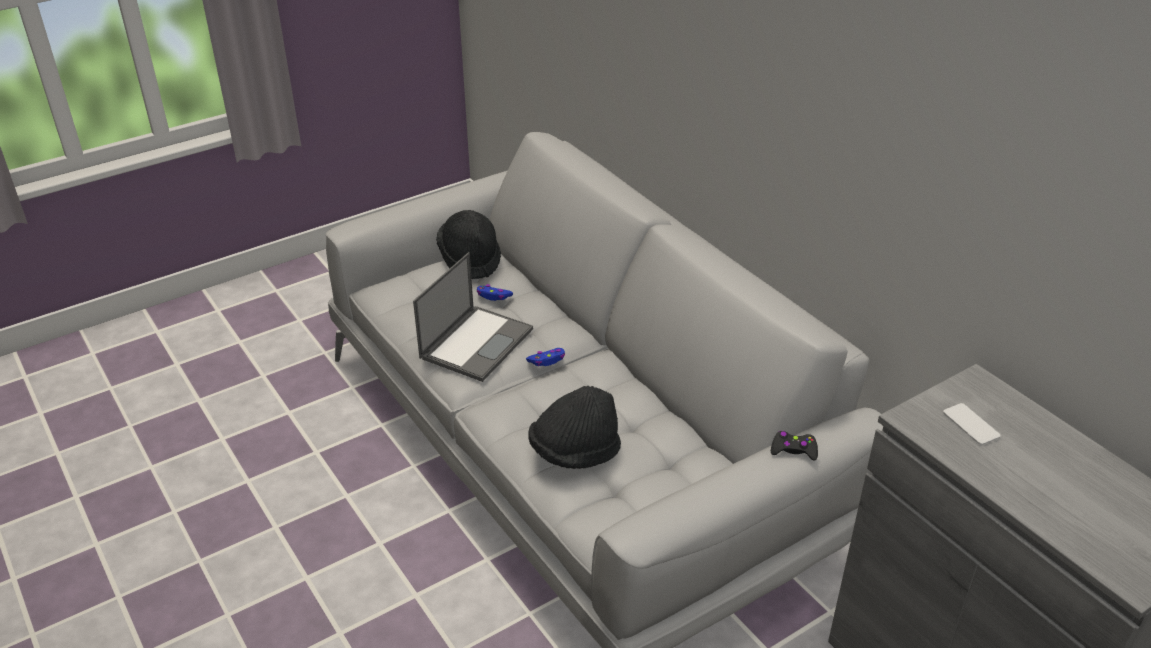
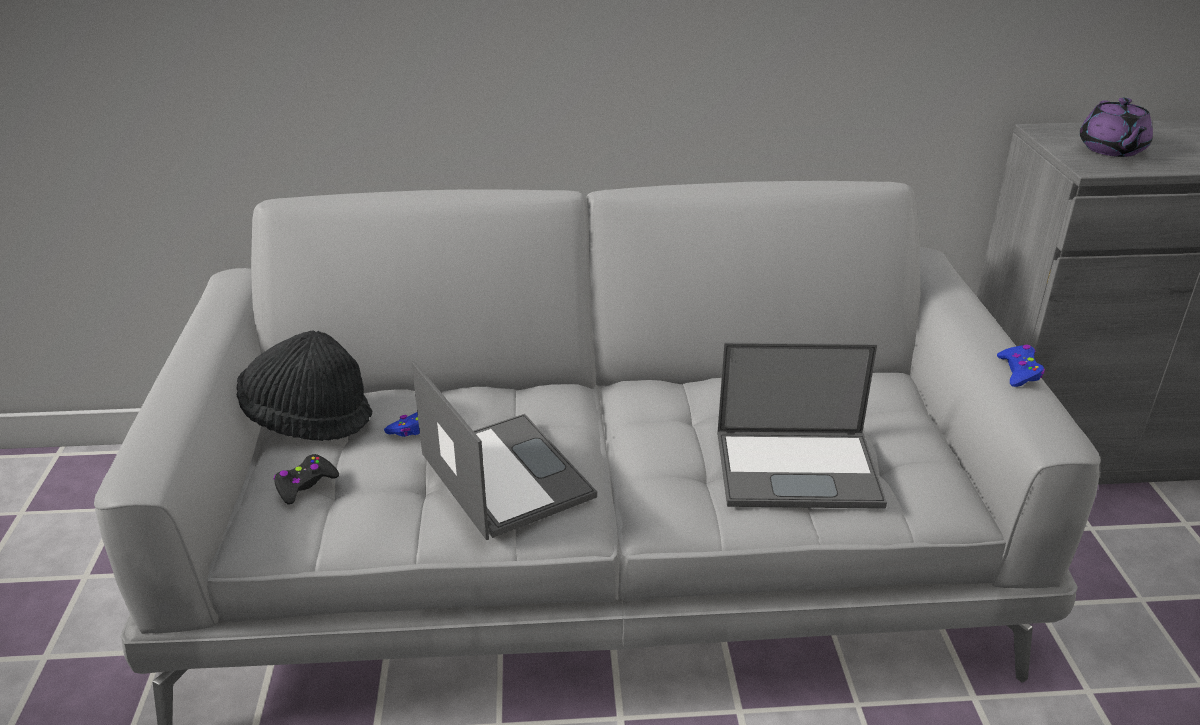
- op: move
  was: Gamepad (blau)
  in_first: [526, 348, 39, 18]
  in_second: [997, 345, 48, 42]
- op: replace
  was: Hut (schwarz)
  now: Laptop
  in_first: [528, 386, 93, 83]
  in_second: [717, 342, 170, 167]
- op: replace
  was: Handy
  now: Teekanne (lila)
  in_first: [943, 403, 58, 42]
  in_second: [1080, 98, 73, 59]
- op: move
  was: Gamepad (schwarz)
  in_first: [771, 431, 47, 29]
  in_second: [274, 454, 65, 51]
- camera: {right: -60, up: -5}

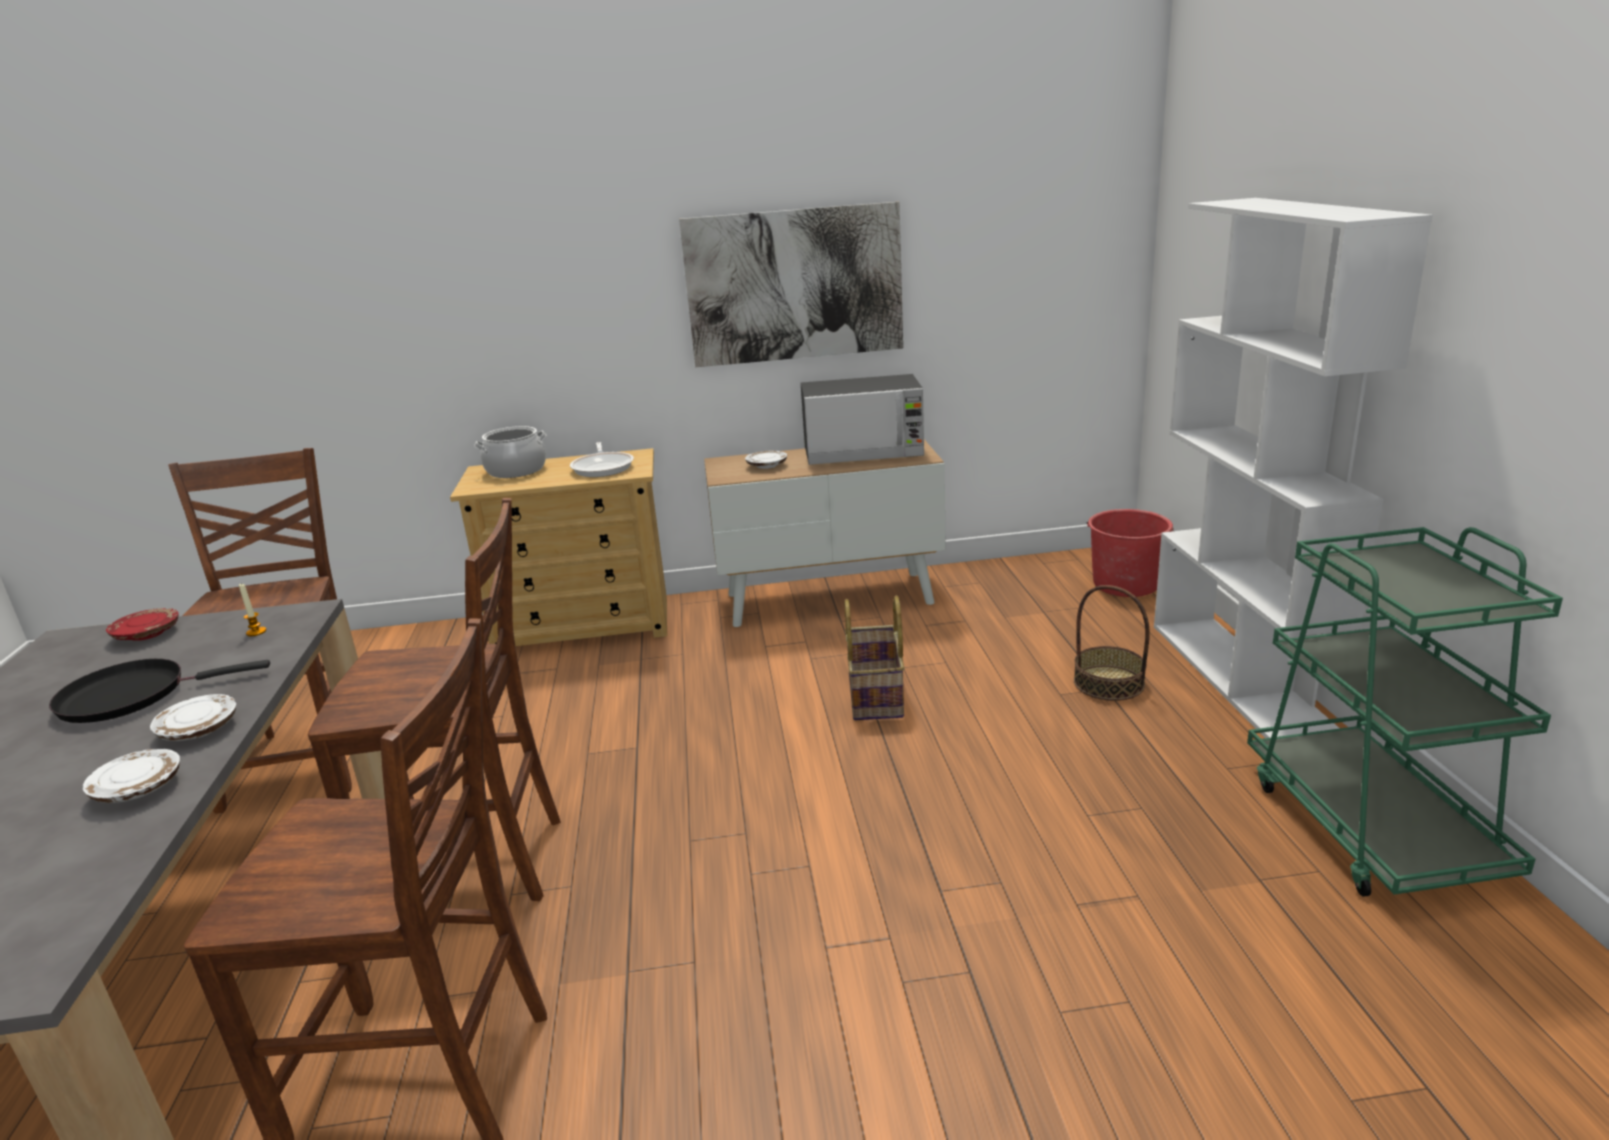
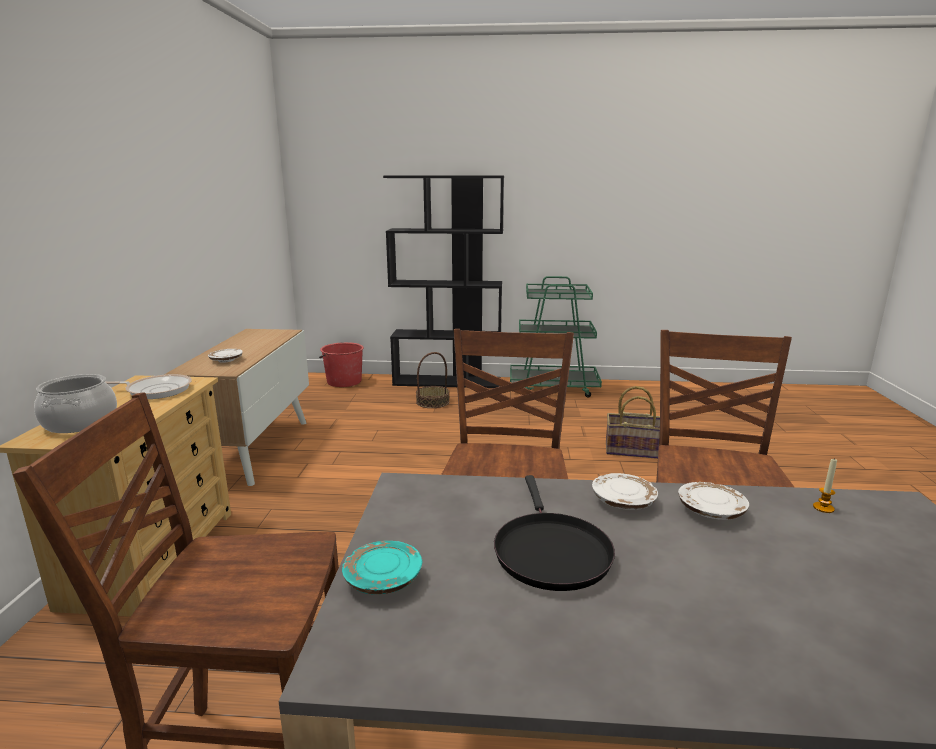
- op: recolor
  was: Bücherregal (weiß)
  now: Bücherregal (schwarz)
  in_first: [1154, 198, 279, 540]
  in_second: [383, 176, 121, 212]
- op: delete
  was: Bild
  in_first: [679, 202, 224, 165]
- op: delete
  was: Mikrowelle
  in_first: [801, 374, 123, 91]
- op: move
  was: Kerze
  in_first: [239, 584, 27, 52]
  in_second: [813, 458, 24, 55]
- op: move
  was: Korb
  in_first: [844, 596, 60, 124]
  in_second: [606, 386, 54, 73]
- op: recolor
  was: Teller (rot)
  now: Teller (türkis)
  in_first: [106, 608, 73, 33]
  in_second: [342, 541, 80, 54]
- camera: {right: -80, up: -5}

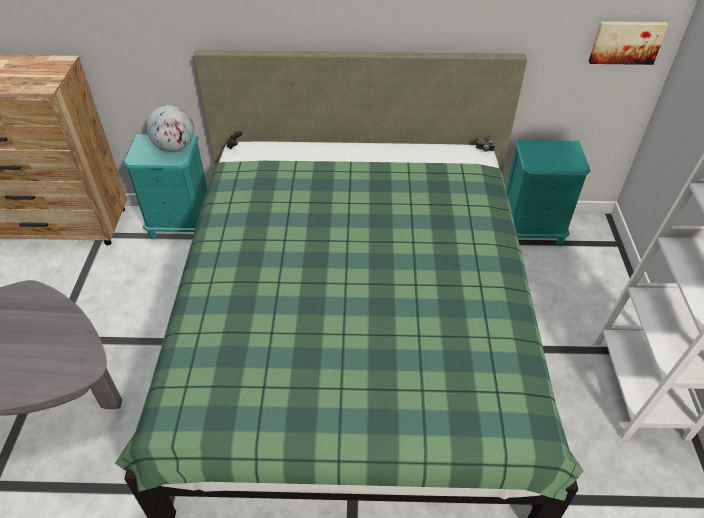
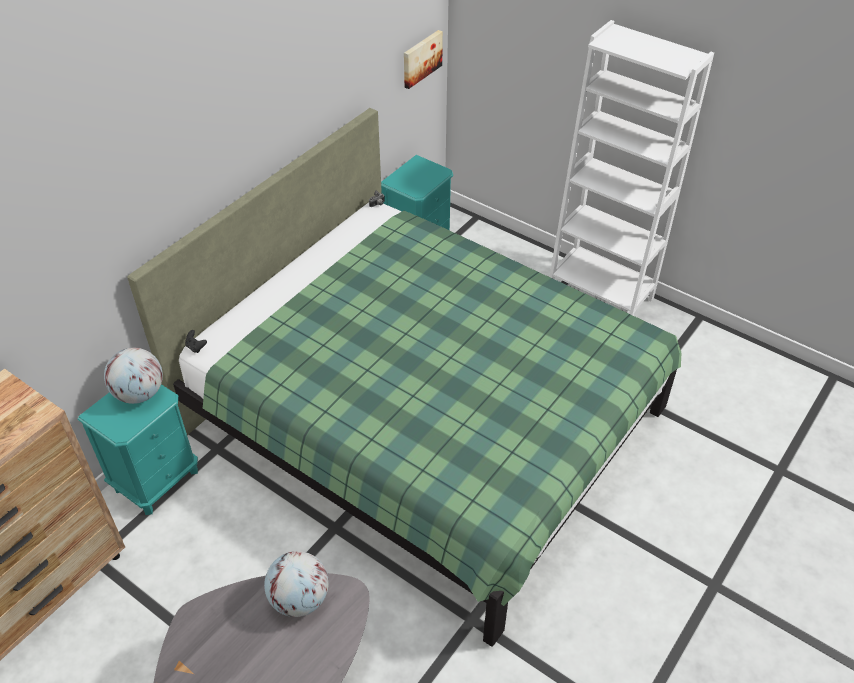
- op: insert
  now: Globus
  in_second: [264, 551, 65, 66]
- camera: {right: -55, up: 0}

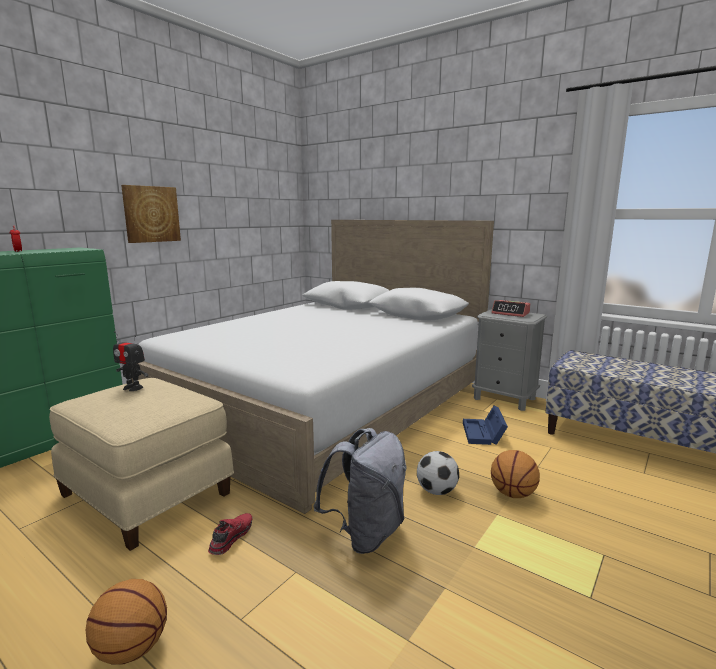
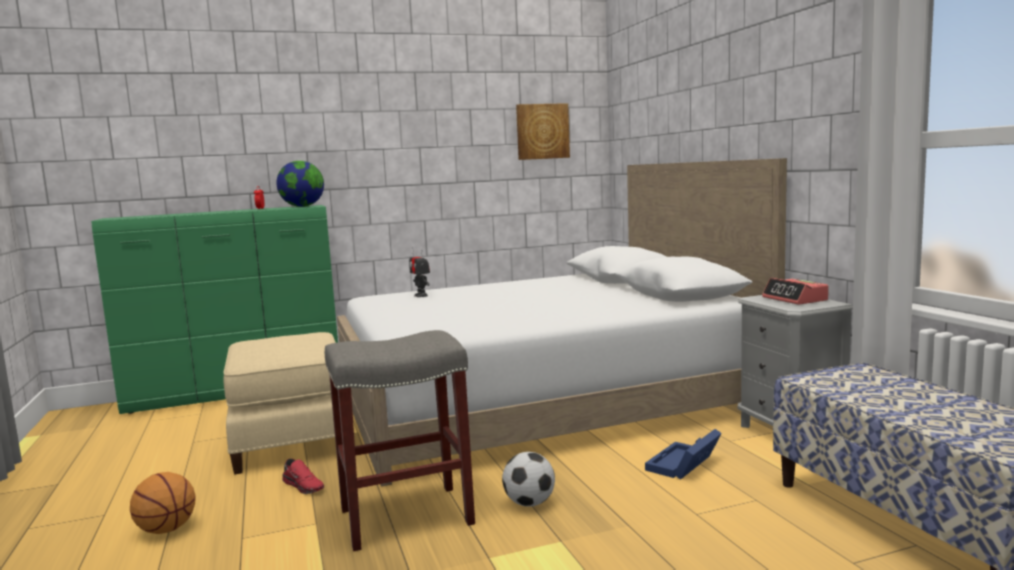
- op: move
  was: Bild
  in_first: [121, 185, 60, 58]
  in_second: [516, 103, 54, 57]
- op: move
  was: Spielzeugroboter
  in_first: [113, 331, 36, 60]
  in_second: [409, 248, 21, 49]
- op: replace
  was: Rucksack (grau)
  now: Hocker (grau)
  in_first: [313, 428, 93, 126]
  in_second: [325, 330, 150, 221]
- op: delete
  was: Basketball
  in_first: [491, 450, 49, 48]
- op: rotate
  was: Schuh (rot)
  in_first: [208, 513, 45, 42]
  in_second: [282, 459, 42, 35]
  clockwise: 75
- op: insert
  now: Globus
  in_second: [276, 161, 48, 46]
- camera: {right: 35, up: -5}

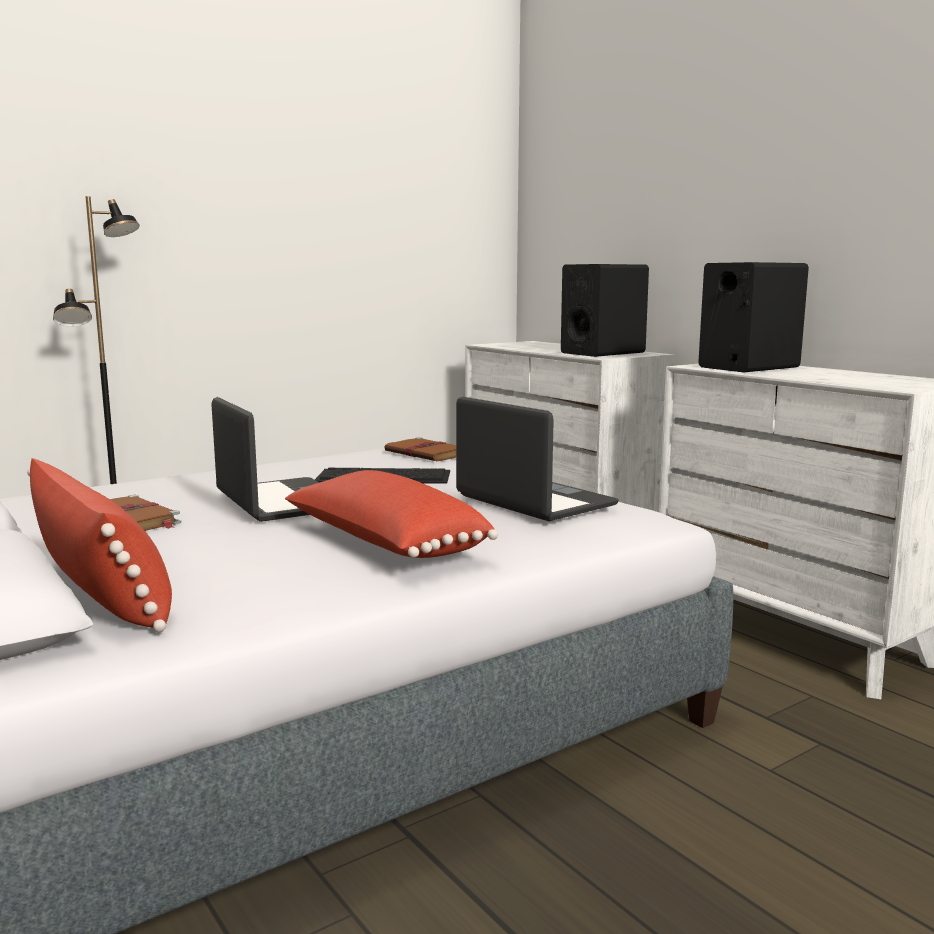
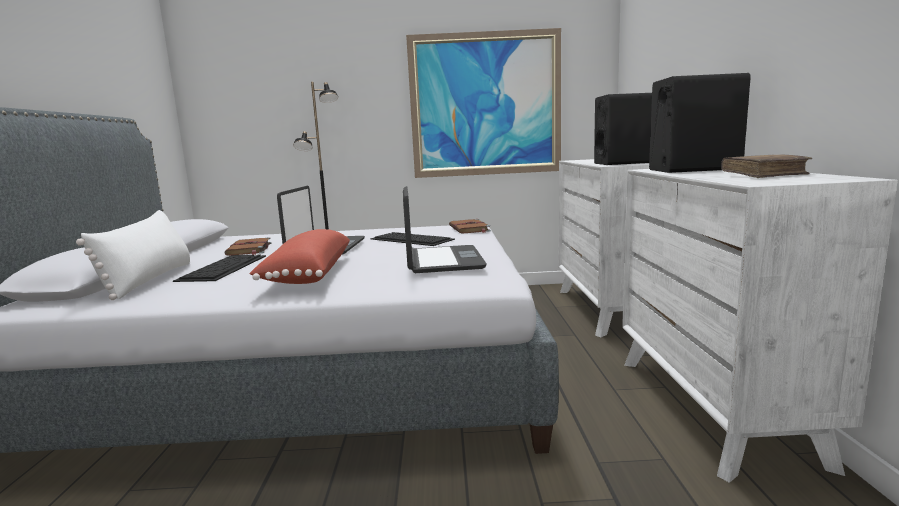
- op: recolor
  was: Kissen (rot)
  now: Kissen (weiß)
  in_first: [27, 458, 145, 175]
  in_second: [76, 210, 114, 90]
- op: insert
  now: Bild
  in_second: [406, 28, 155, 150]
- op: insert
  now: Buch (braun)
  in_second: [721, 154, 91, 24]
- op: insert
  now: Tastatur
  in_second: [173, 255, 93, 27]
- camera: {right: 35, up: 0}

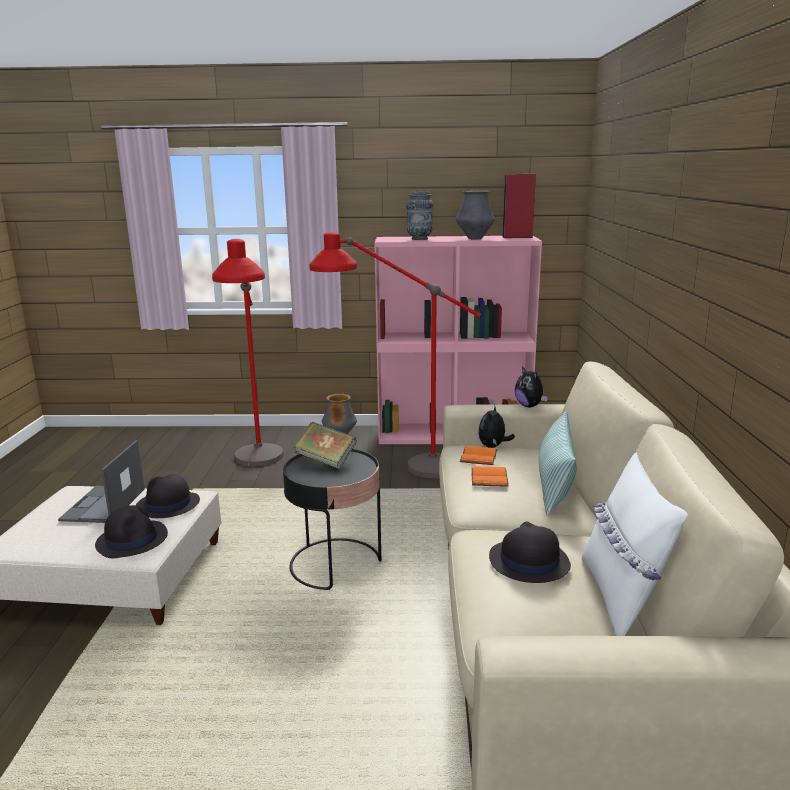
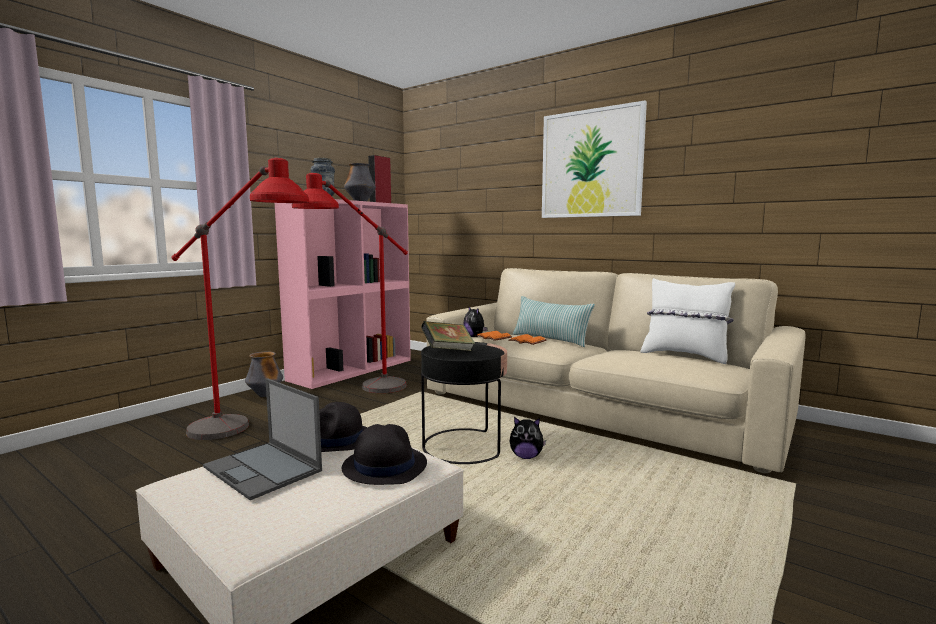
- op: move
  was: Plüschtier
  in_first: [515, 366, 33, 41]
  in_second: [510, 417, 36, 42]
- op: delete
  was: Hut (schwarz)
  in_first: [489, 521, 82, 62]
- op: insert
  now: Bild
  in_second: [542, 100, 105, 118]
- camera: {right: -55, up: -10}

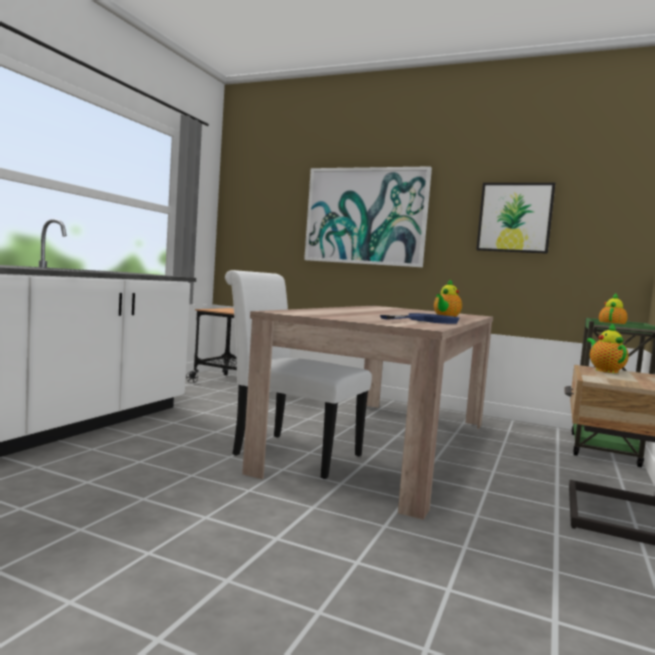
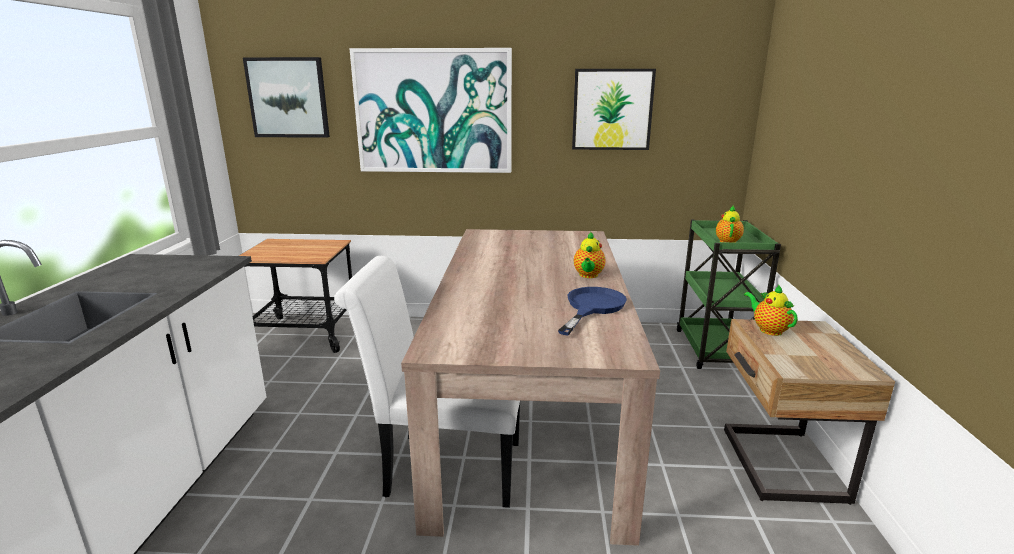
- op: insert
  now: Bild
  in_second: [243, 57, 87, 81]
- camera: {right: -20, up: 15}

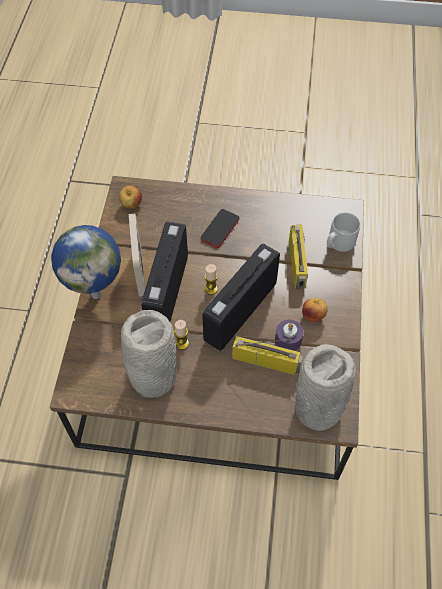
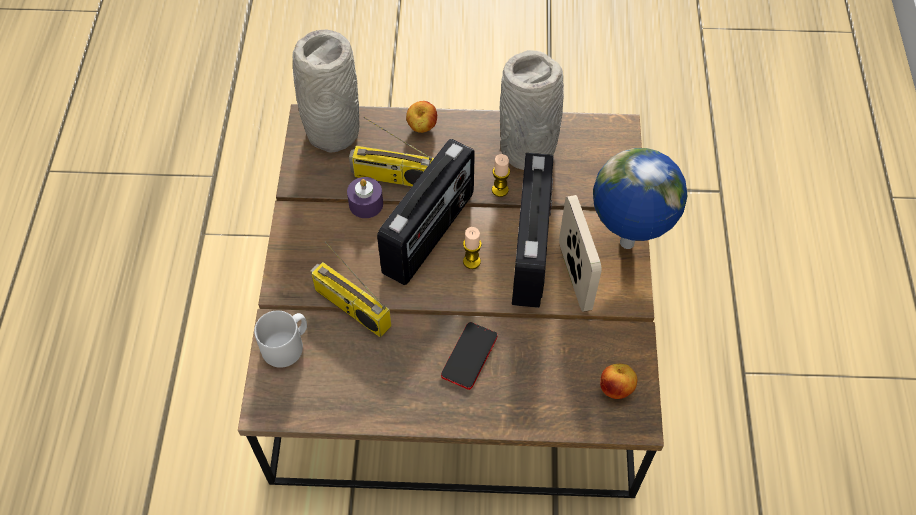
- op: rotate
  was: Radio
  in_first: [289, 225, 19, 64]
  in_second: [310, 242, 81, 96]
  clockwise: -45
- op: move
  was: Apfel
  in_first: [302, 298, 26, 24]
  in_second: [406, 101, 31, 32]
- camera: {right: 175, up: 0}

